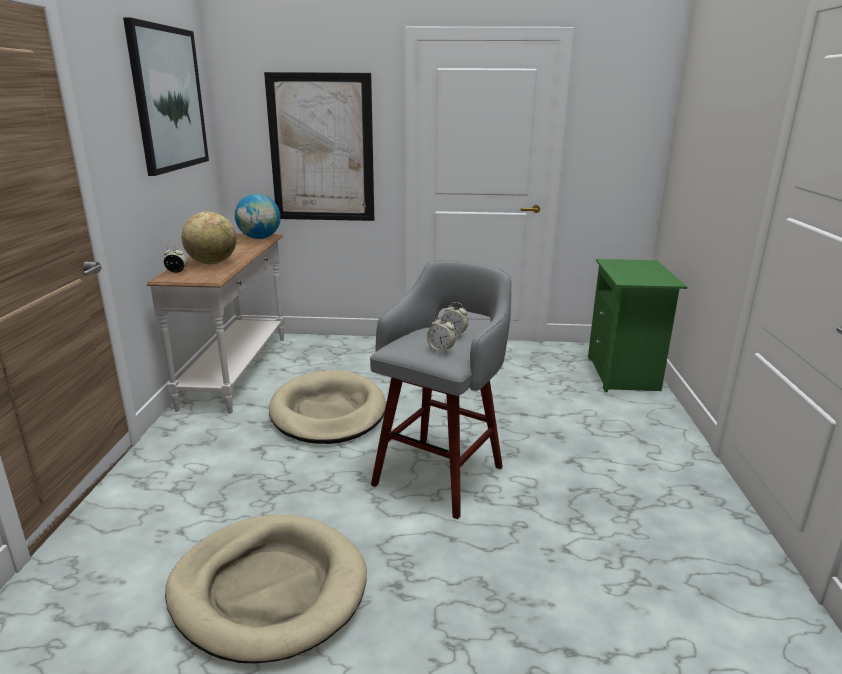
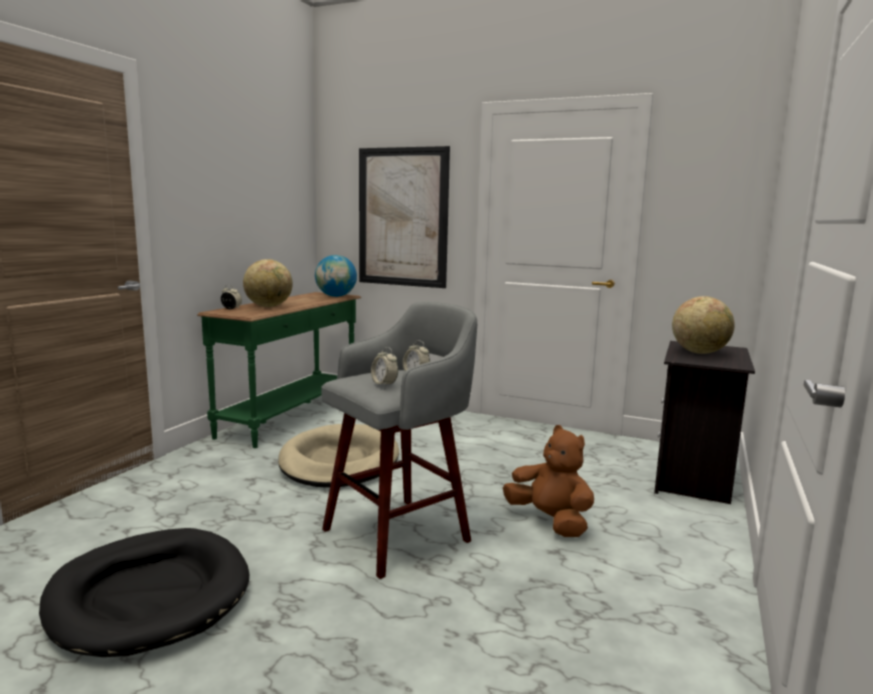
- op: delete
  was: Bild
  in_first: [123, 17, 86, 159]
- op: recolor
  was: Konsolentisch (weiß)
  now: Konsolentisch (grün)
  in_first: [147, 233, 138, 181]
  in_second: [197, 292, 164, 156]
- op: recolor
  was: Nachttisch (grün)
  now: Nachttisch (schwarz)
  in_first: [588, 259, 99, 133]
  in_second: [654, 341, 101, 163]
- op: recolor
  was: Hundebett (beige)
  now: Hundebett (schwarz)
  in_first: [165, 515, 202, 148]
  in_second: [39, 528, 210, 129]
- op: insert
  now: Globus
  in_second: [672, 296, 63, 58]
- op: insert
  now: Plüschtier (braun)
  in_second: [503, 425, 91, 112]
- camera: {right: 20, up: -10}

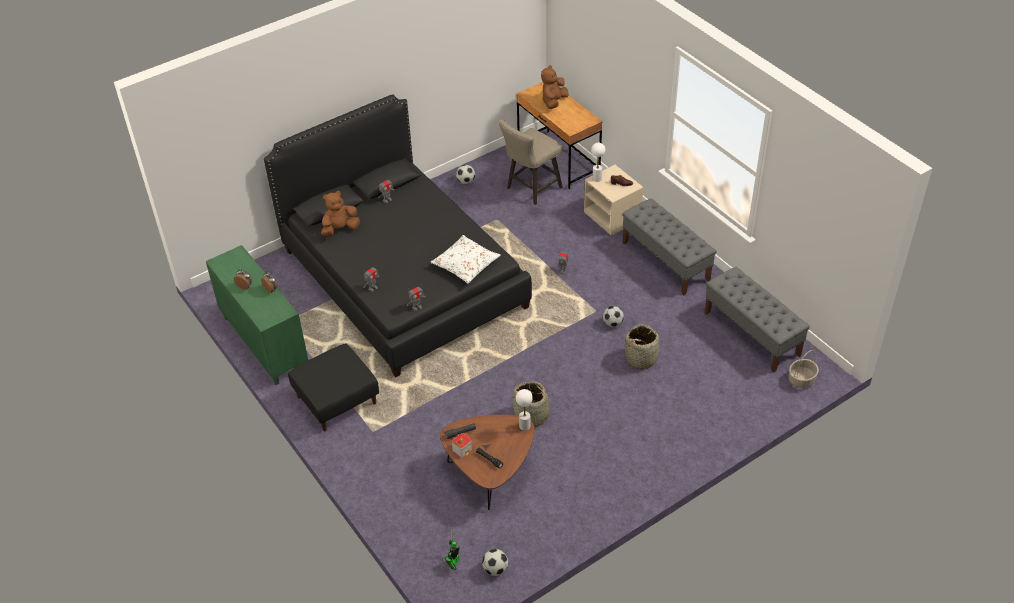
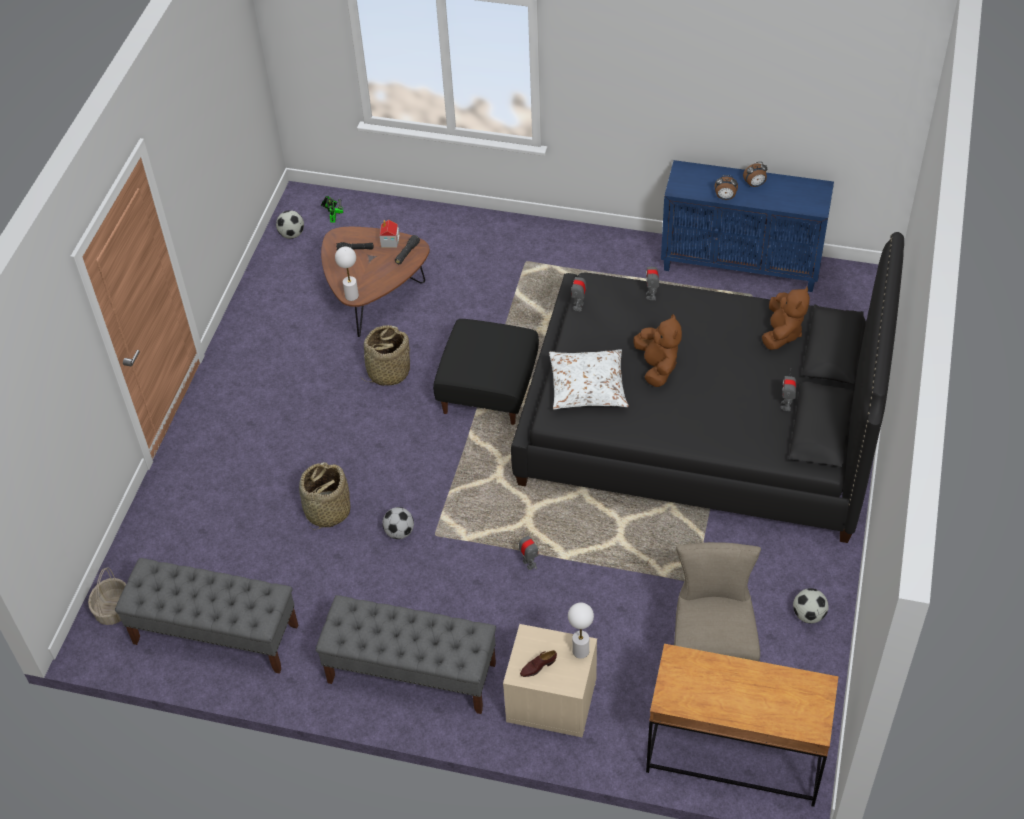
- op: move
  was: Plüschtier (braun)
  in_first: [541, 65, 28, 44]
  in_second: [633, 314, 49, 73]
- op: recolor
  was: Schrank (grün)
  now: Schrank (blau)
  in_first: [206, 245, 102, 140]
  in_second: [661, 160, 173, 132]
- op: move
  was: Polsterhocker (schwarz)
  in_first: [288, 343, 91, 88]
  in_second: [433, 319, 106, 106]
- camera: {right: 140, up: 5}

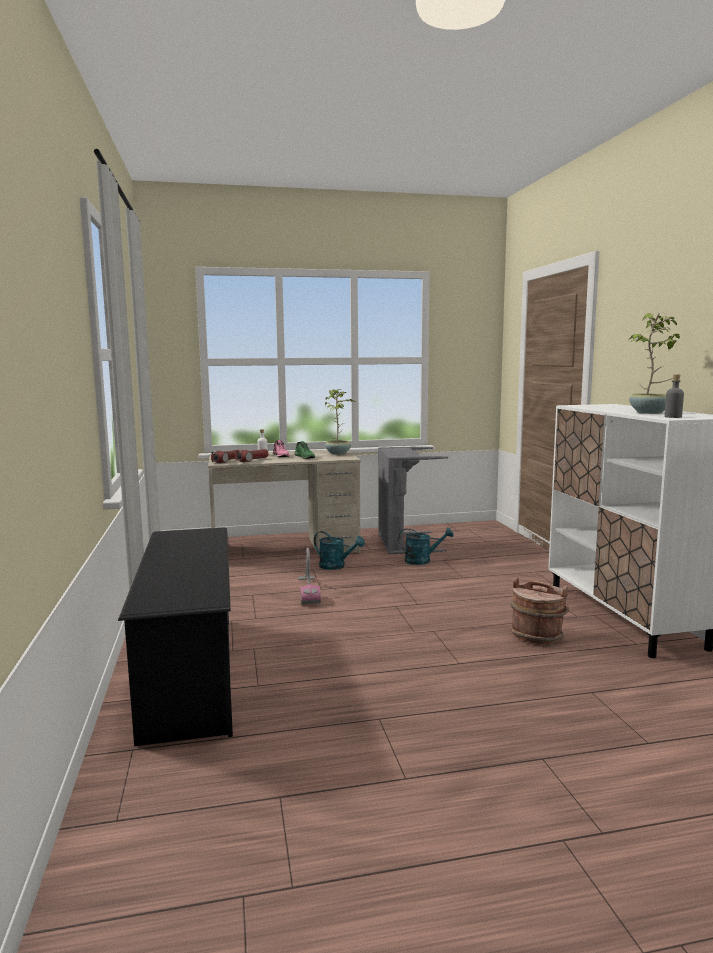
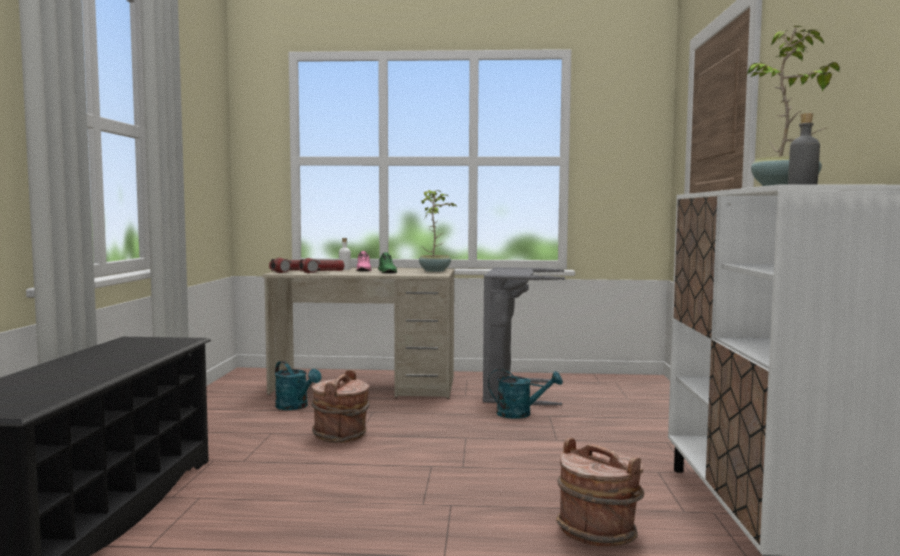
- op: move
  was: Gießkanne (türkis)
  in_first: [314, 531, 51, 39]
  in_second: [275, 361, 46, 49]
- op: replace
  was: Staubsauger
  now: Eimer (braun)
  in_first: [298, 548, 23, 56]
  in_second: [311, 370, 59, 73]
- camera: {right: 15, up: -5}

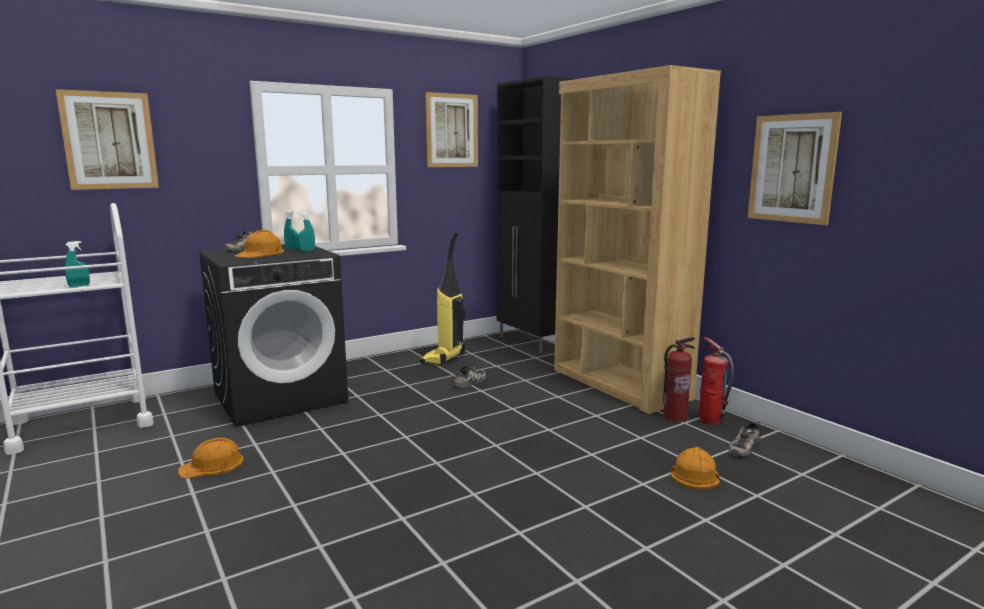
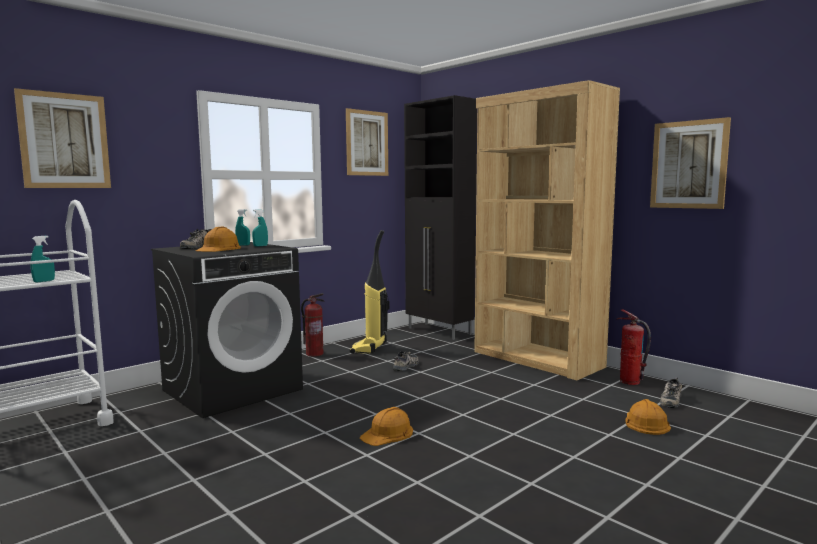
- op: move
  was: Feuerlöscher
  in_first: [663, 337, 32, 85]
  in_second: [301, 293, 24, 64]
- op: move
  was: Schutzhelm (orange)
  in_first: [178, 437, 66, 42]
  in_second: [360, 407, 53, 39]
- camera: {right: -10, up: -5}

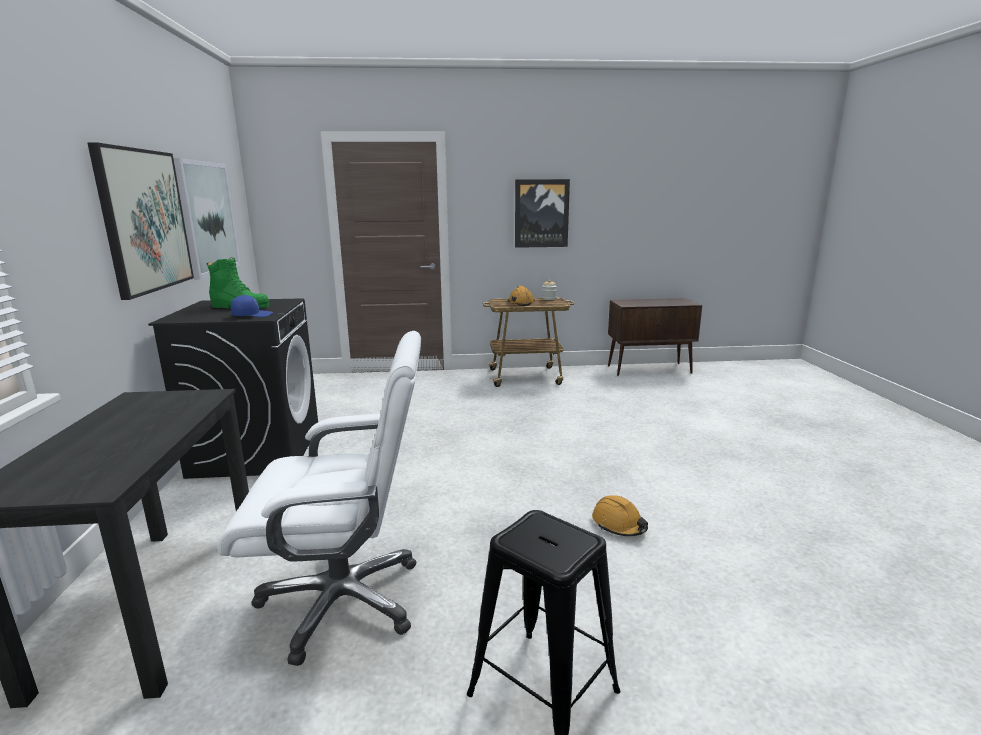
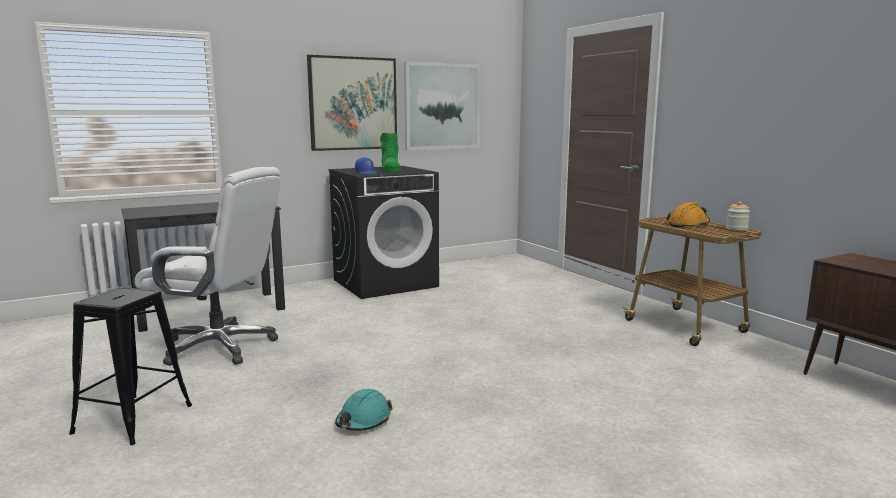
- op: delete
  was: Bild
  in_first: [515, 179, 55, 69]
- op: rotate
  was: Bürostuhl (weiß)
  in_first: [217, 331, 204, 335]
  in_second: [134, 167, 147, 199]
  clockwise: -45
- op: recolor
  was: Schutzhelm (orange)
  now: Schutzhelm (türkis)
  in_first: [592, 495, 56, 41]
  in_second: [335, 389, 57, 42]
- camera: {right: 65, up: -5}

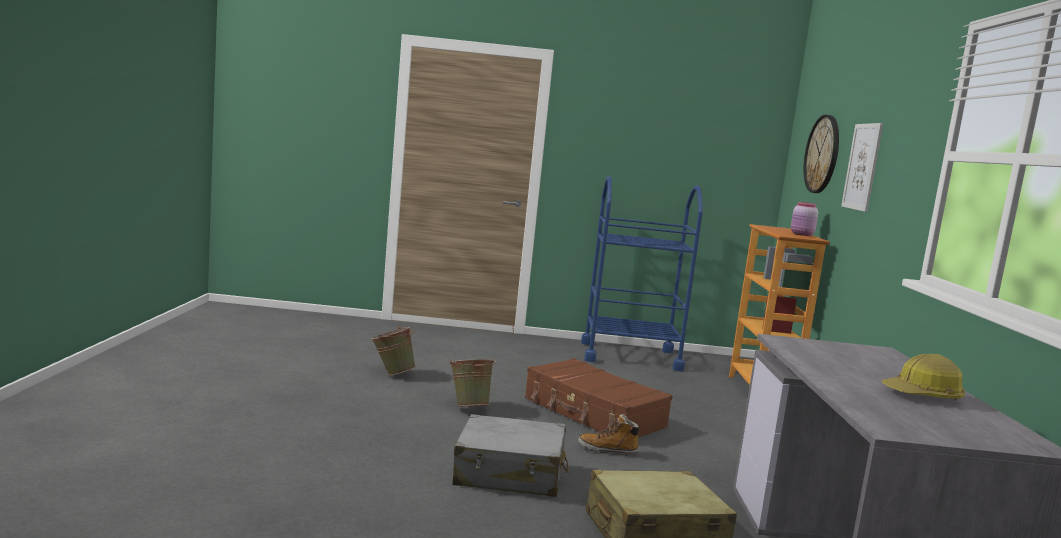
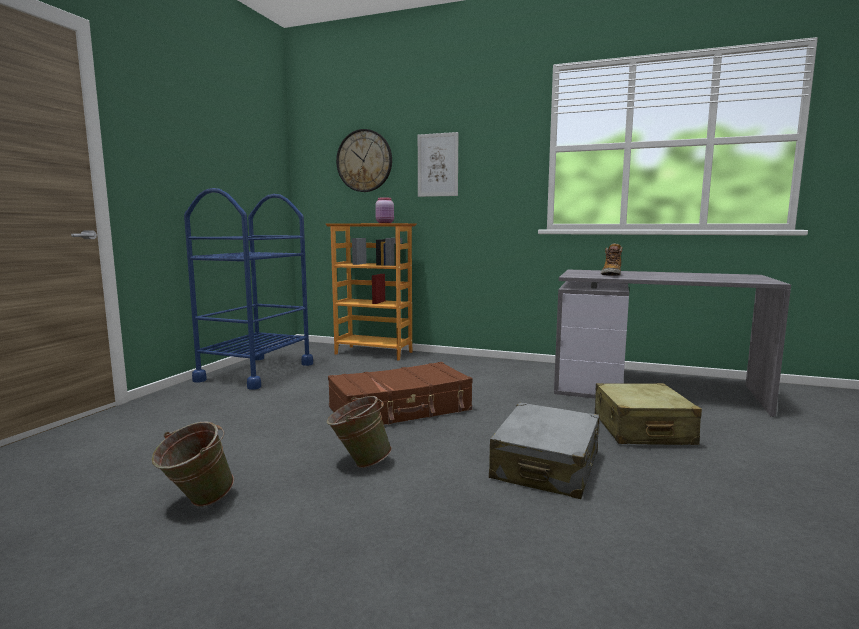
- op: delete
  was: Schutzhelm
  in_first: [881, 354, 84, 46]
- op: move
  was: Stiefel
  in_first: [578, 414, 64, 41]
  in_second: [601, 243, 22, 33]
- camera: {right: -70, up: 0}

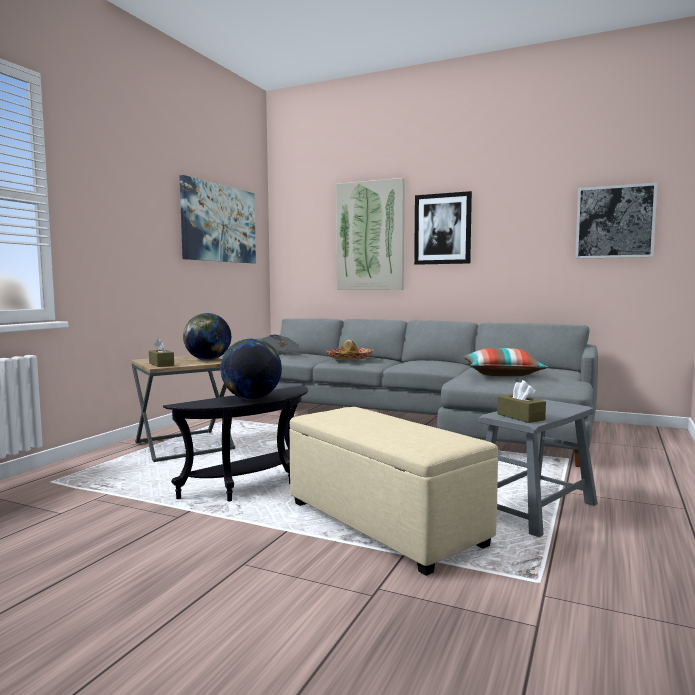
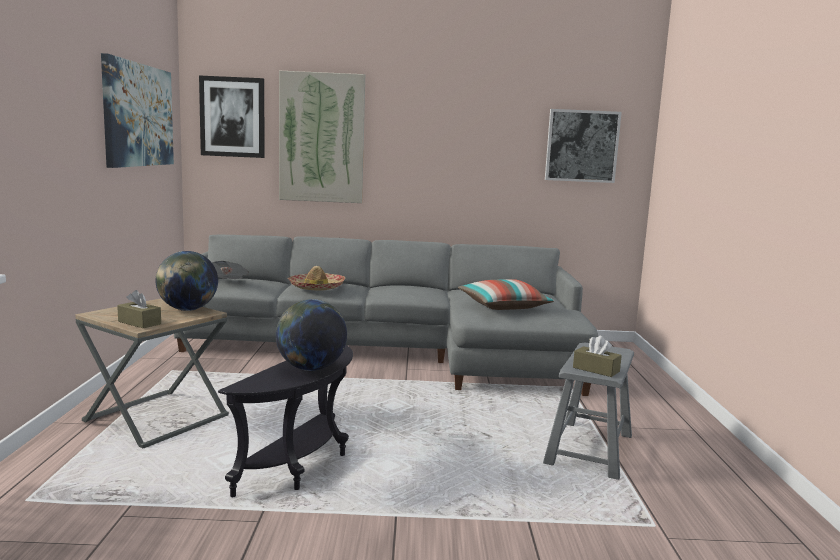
- op: move
  was: Bild
  in_first: [414, 191, 58, 74]
  in_second: [199, 76, 66, 82]
- op: delete
  was: Polsterhocker (beige)
  in_first: [290, 407, 208, 169]
- camera: {right: -25, up: 5}

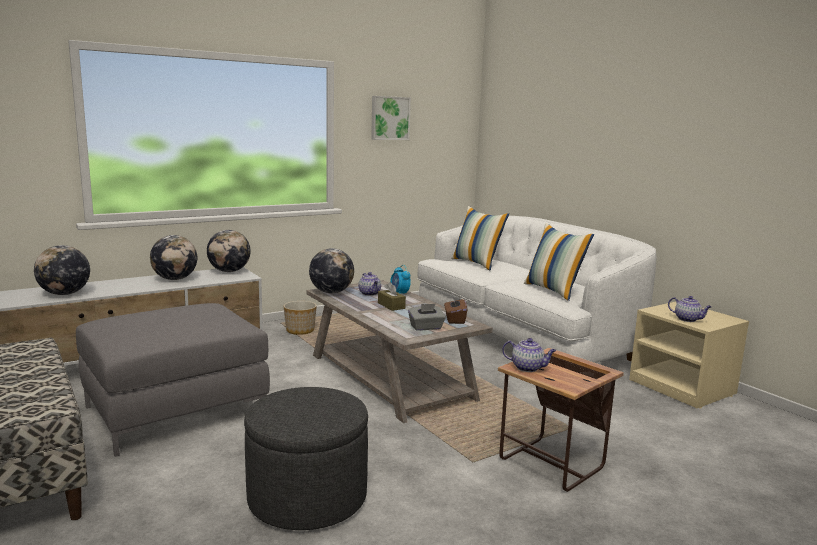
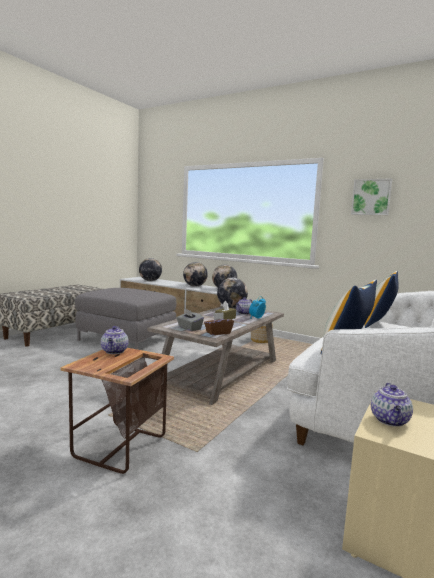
- op: delete
  was: Polsterhocker (grau)
  in_first: [244, 387, 124, 143]
- camera: {right: 65, up: -5}

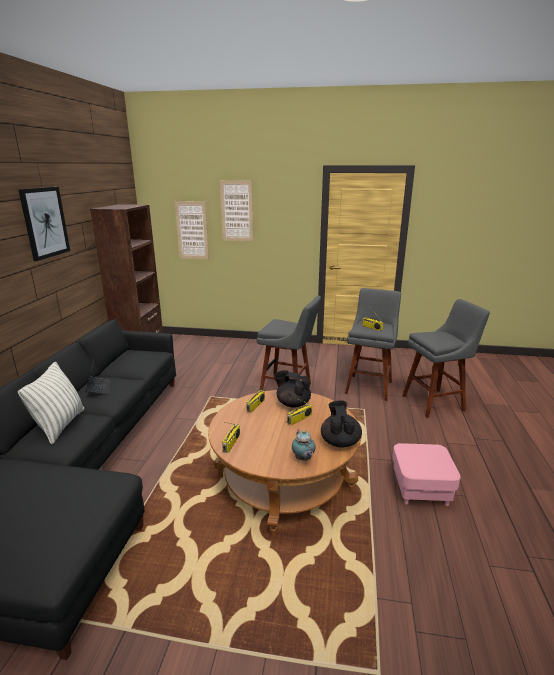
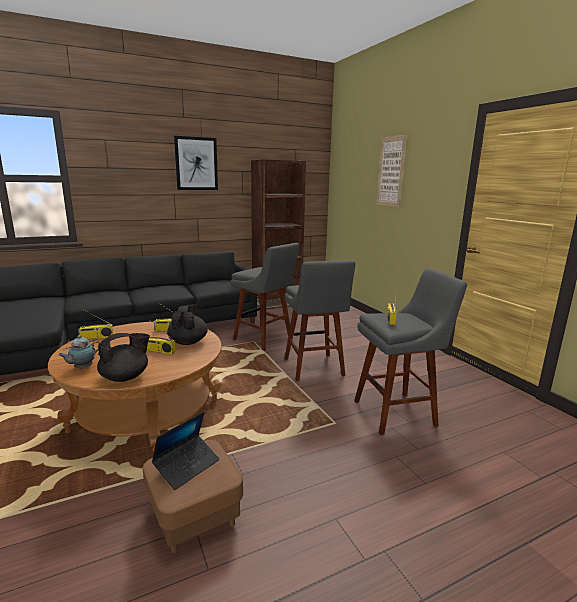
- op: delete
  was: Bild
  in_first: [175, 201, 34, 58]
- op: move
  was: Hocker (grau)
  in_first: [402, 299, 88, 119]
  in_second: [231, 243, 68, 108]
- op: move
  was: Laptop
  in_first: [85, 360, 26, 35]
  in_second: [152, 412, 68, 78]
- op: delete
  was: Kissen
  in_first: [18, 361, 66, 84]
- op: recolor
  was: Polsterhocker (rosa)
  now: Polsterhocker (braun)
  in_first: [392, 443, 69, 63]
  in_second: [143, 440, 100, 113]
- camera: {right: 55, up: -5}

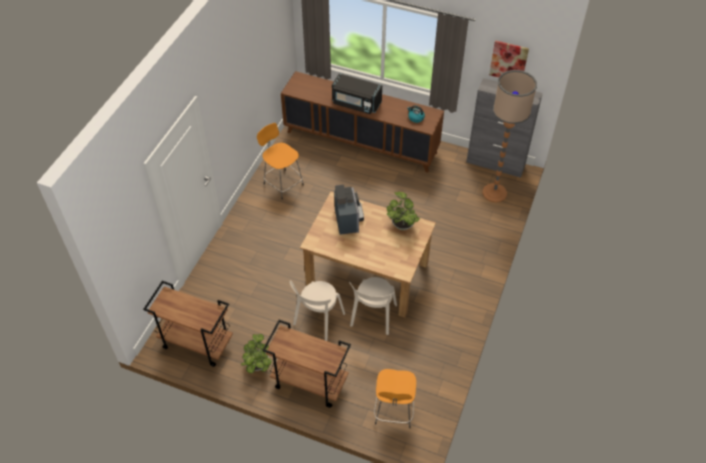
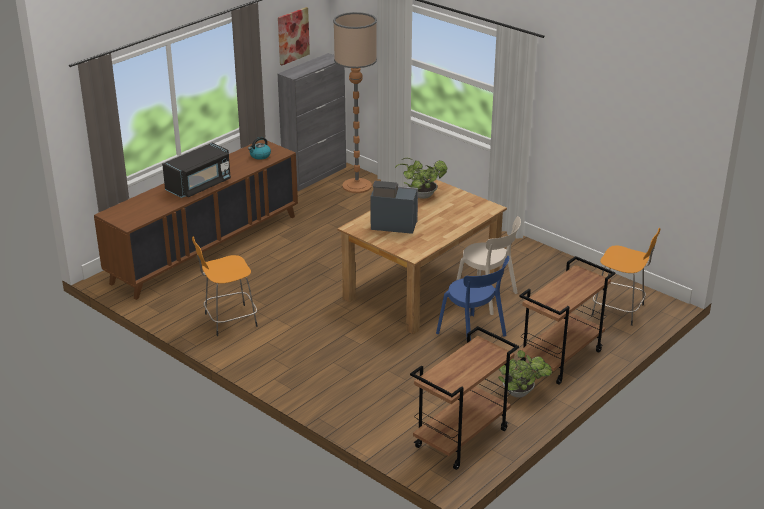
- op: recolor
  was: Stuhl (beige)
  now: Stuhl (blau)
  in_first: [290, 280, 55, 61]
  in_second: [436, 256, 73, 85]
- camera: {right: -70, up: -20}

